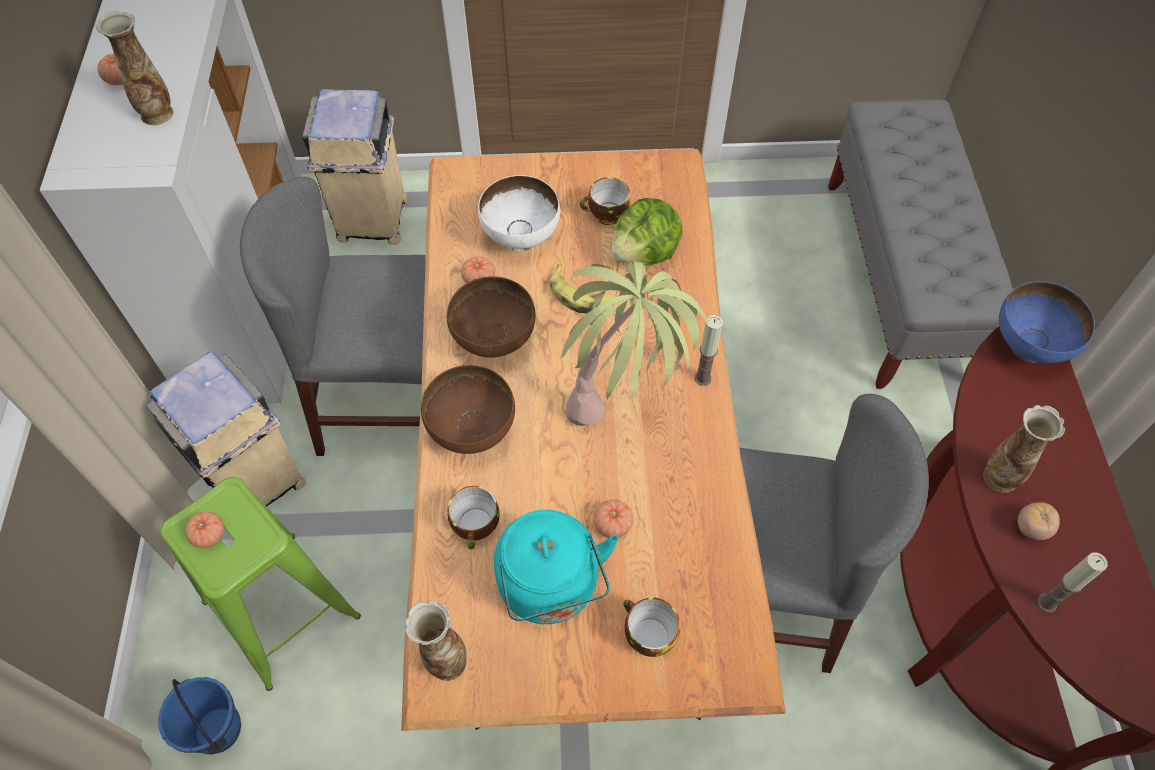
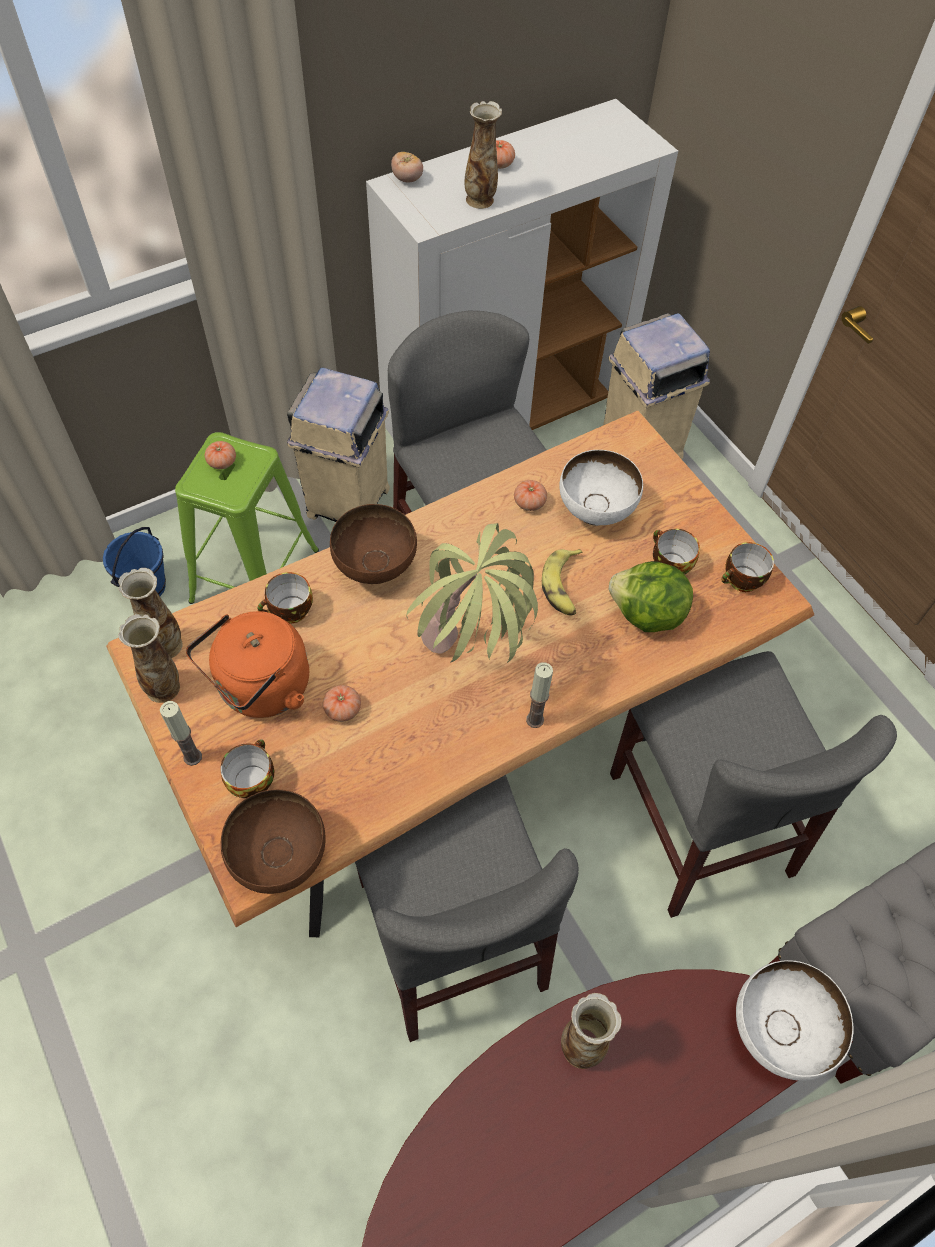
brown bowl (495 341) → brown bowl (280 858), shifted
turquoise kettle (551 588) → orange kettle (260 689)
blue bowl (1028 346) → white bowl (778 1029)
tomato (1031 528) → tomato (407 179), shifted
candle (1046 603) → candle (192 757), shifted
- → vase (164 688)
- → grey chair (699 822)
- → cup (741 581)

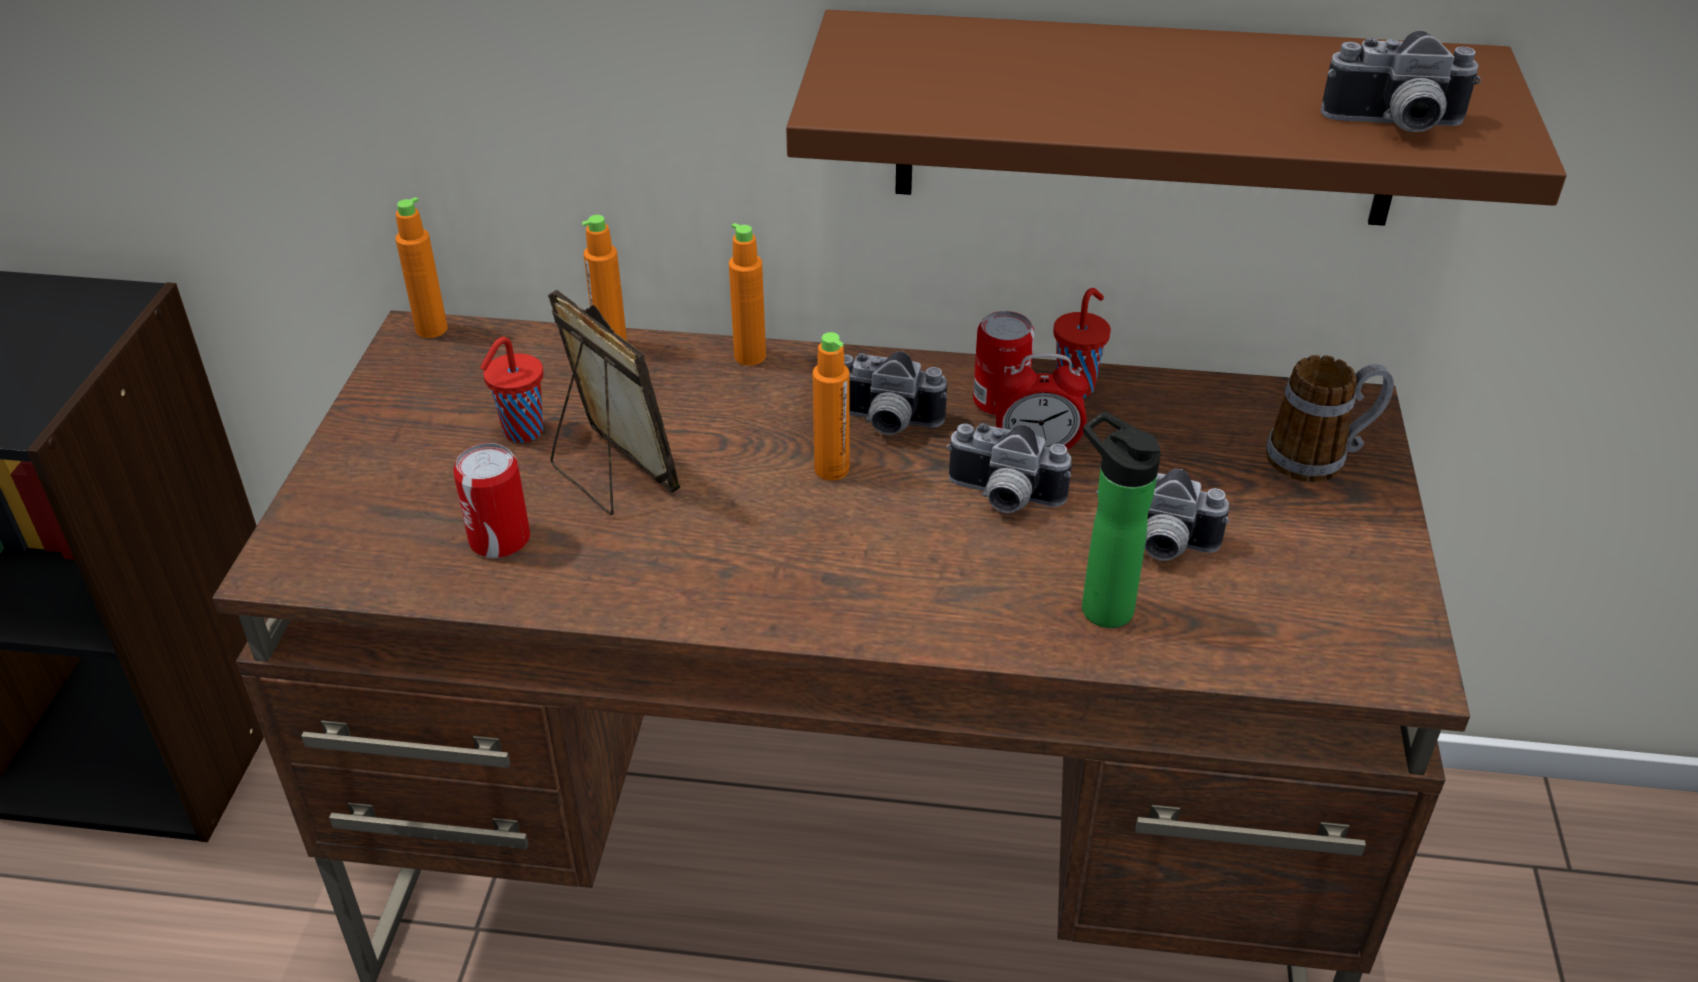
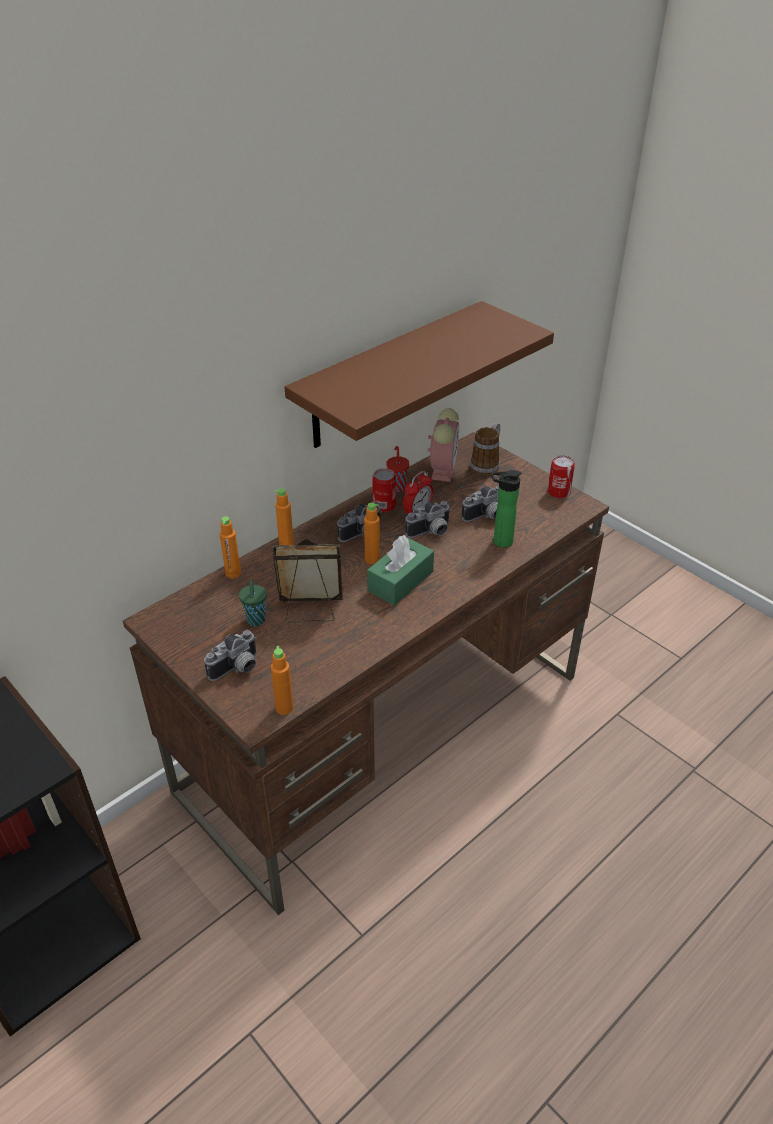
orange bottle (431 329) → orange bottle (284 708), shifted
can (499 539) → can (558 492), shifted
red cup (521 432) → green cup (256 621)
photo camera (1395 126) → photo camera (237 669), shifted
- → green tissue box (400 581)
- → alarm clock (443 468)

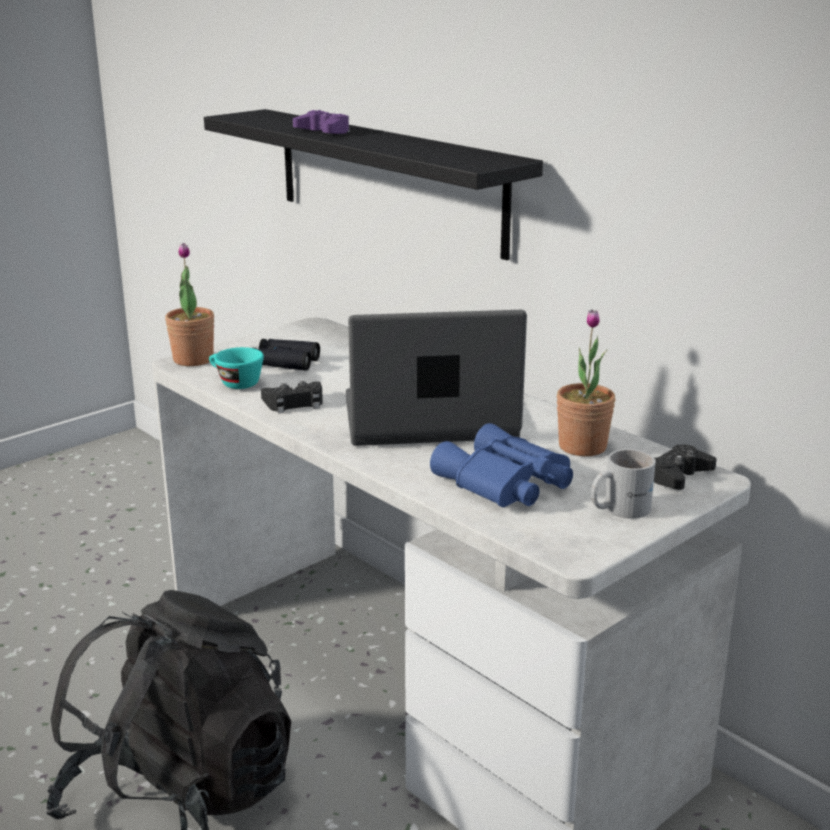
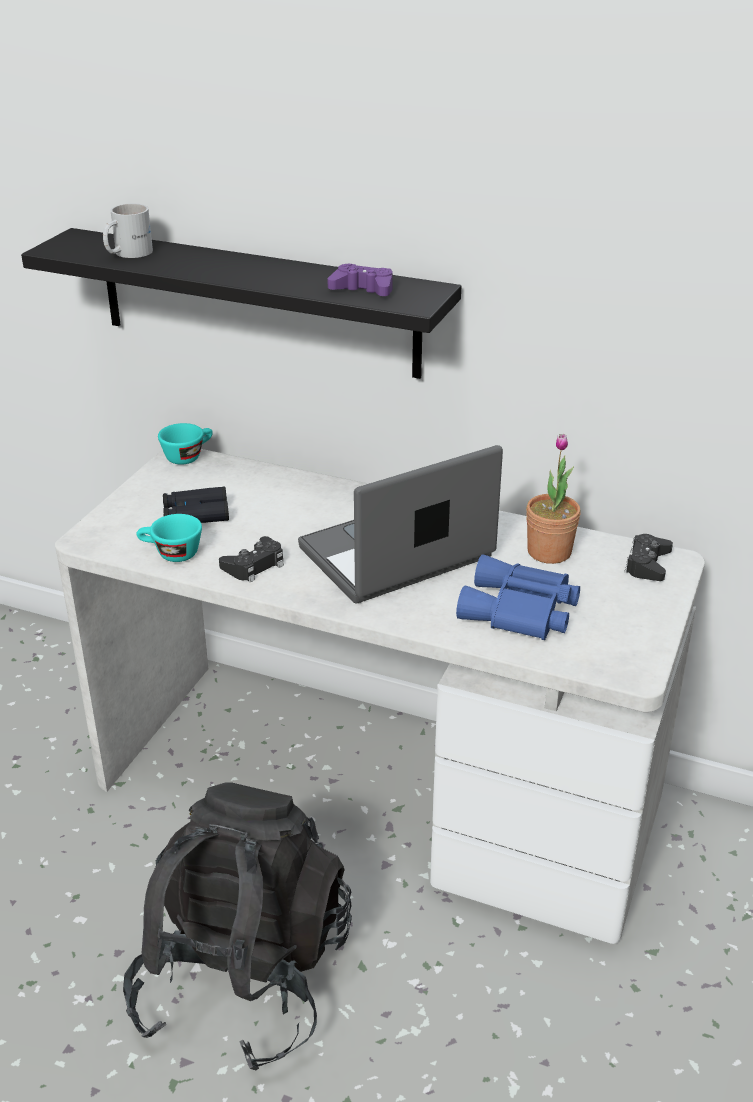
potted plant (193 359) → -
purple game controller (323 131) → purple game controller (363 289), shifted
white mug (618 508) → white mug (127 253), shifted
- → turquoise cup (188 456)

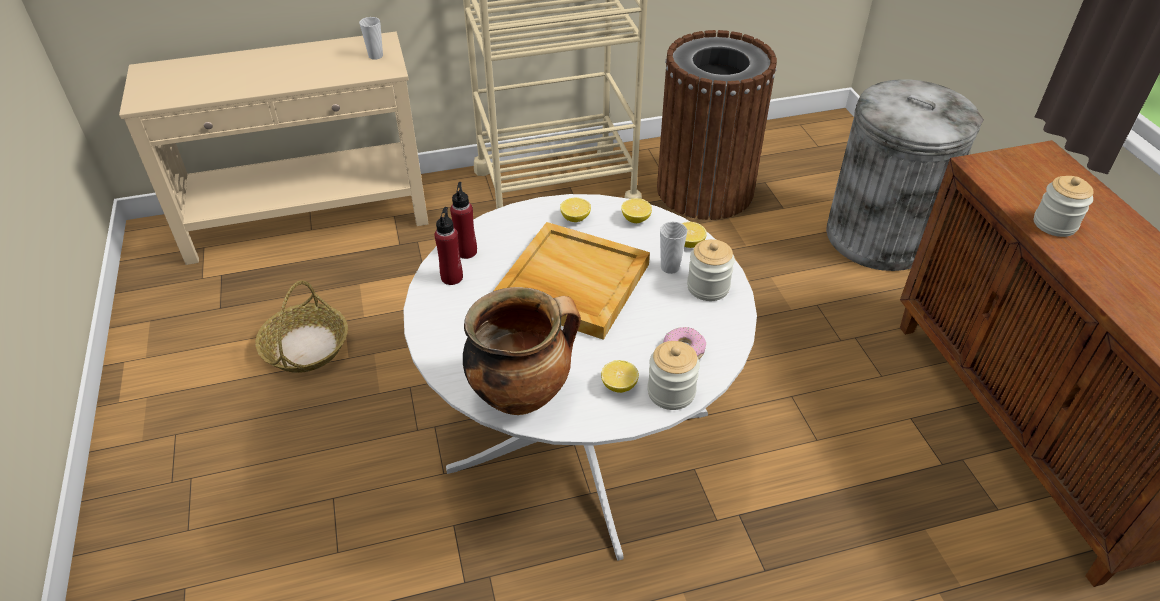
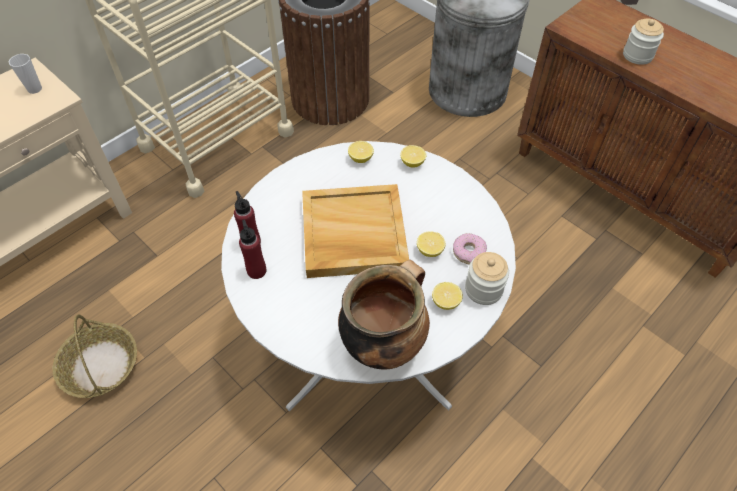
lemon (575 218) → lemon (430 250), shifted
cup (670 267) → -
jar (708 287) → -

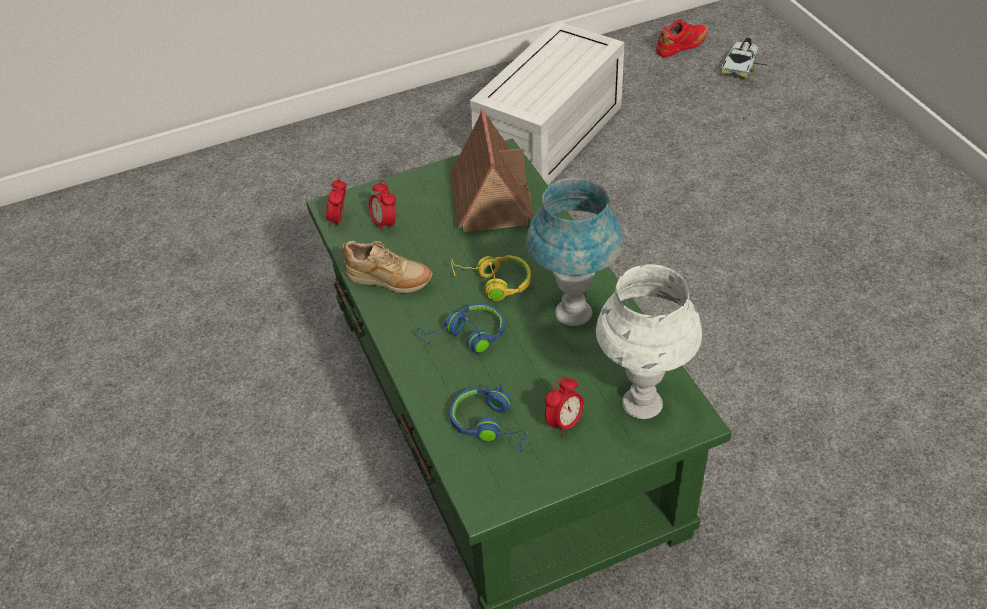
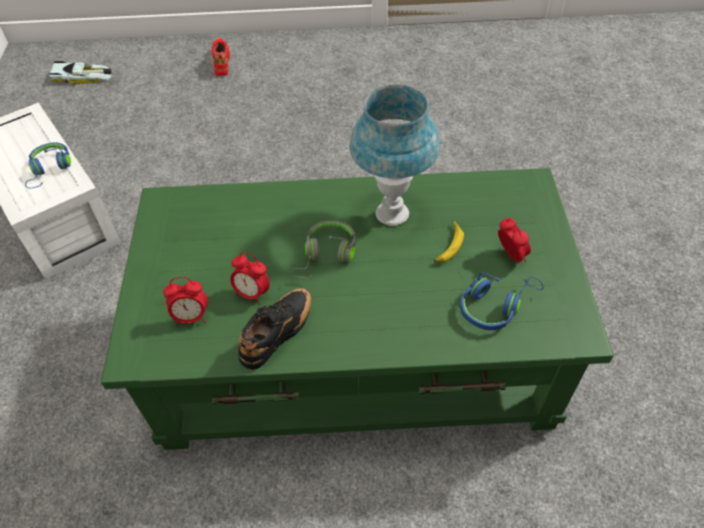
alarm clock (339 220) → alarm clock (252 293), shifted
beige shoe (390 282) → black shoe (278 334)
blue headphones (466 337) → blue headphones (50 169), shifted
toy house (490 199) → -
yellow headphones (493 283) → grey headphones (326 255)
white table lamp (642 404) → -
red shoe (682 47) → red shoe (222 62), shifted
toy car (741 63) → toy car (83 77), 135 degrees clockwise
- → banana (448 246)

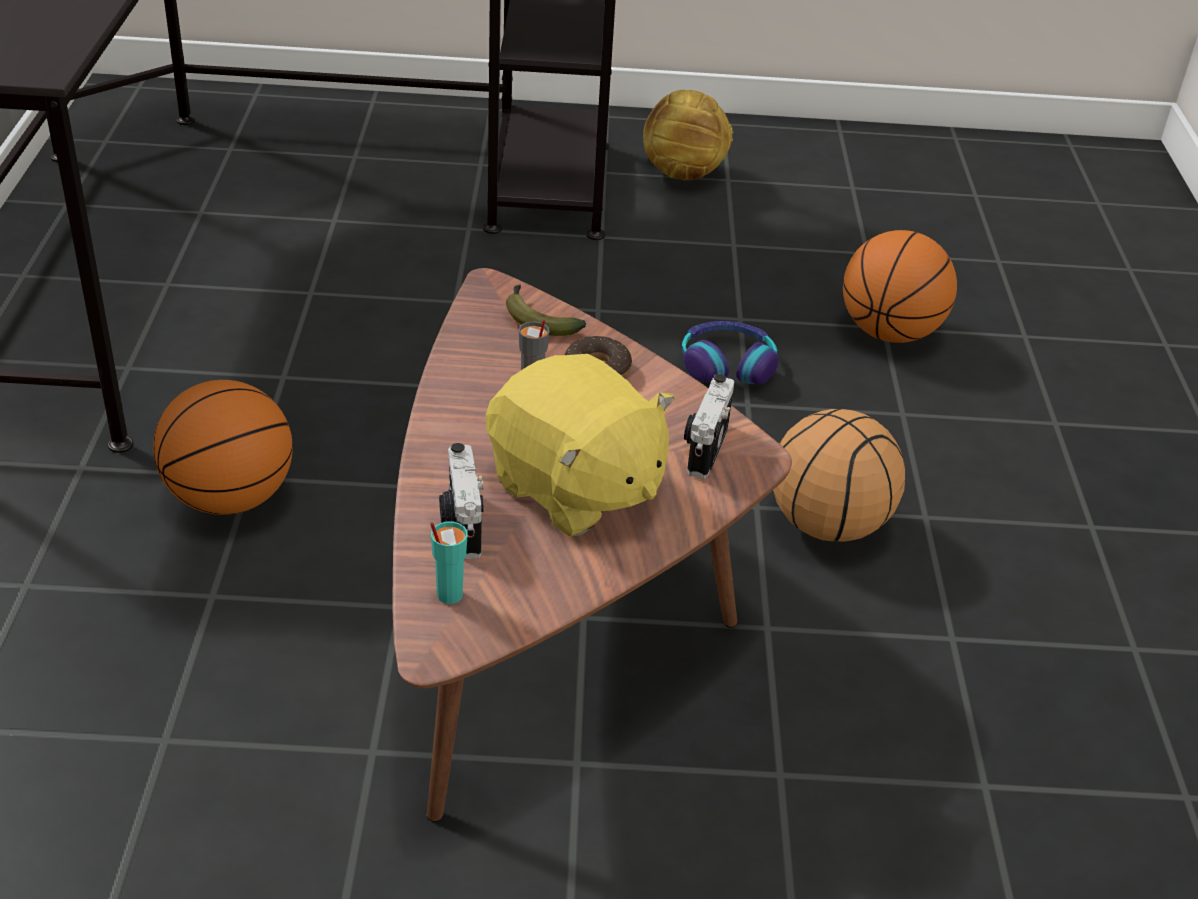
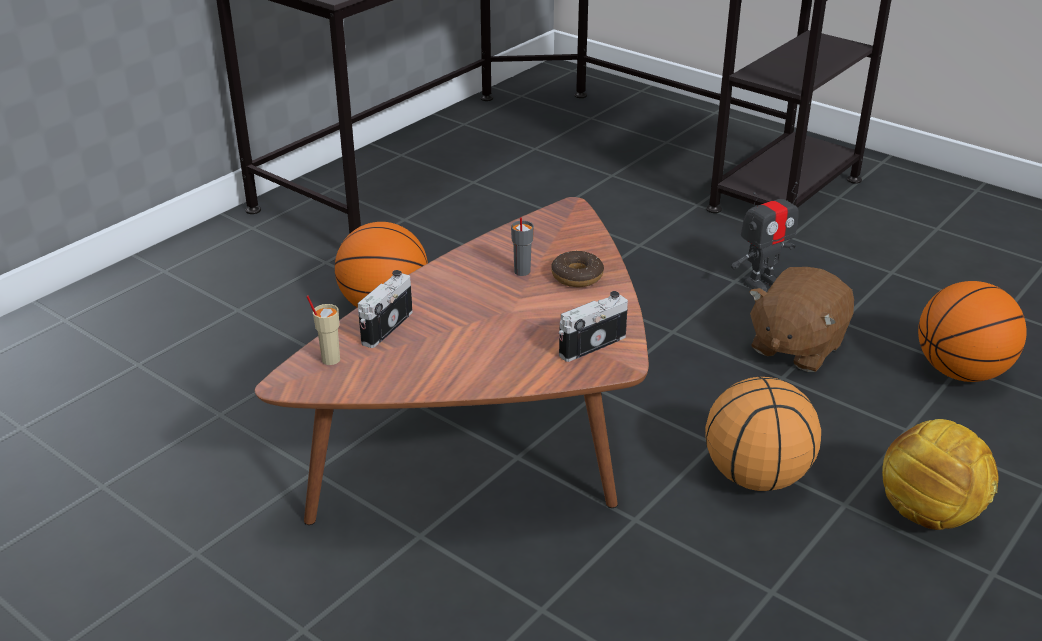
turquoise cup (448 595) → beige cup (330 359)
yellow plush toy (575 489) → -
banana (537 319) → -
football (683 174) → football (929 513), shifted
headphones (727 364) → brown plush toy (795 346)
- → toy robot (761 283)

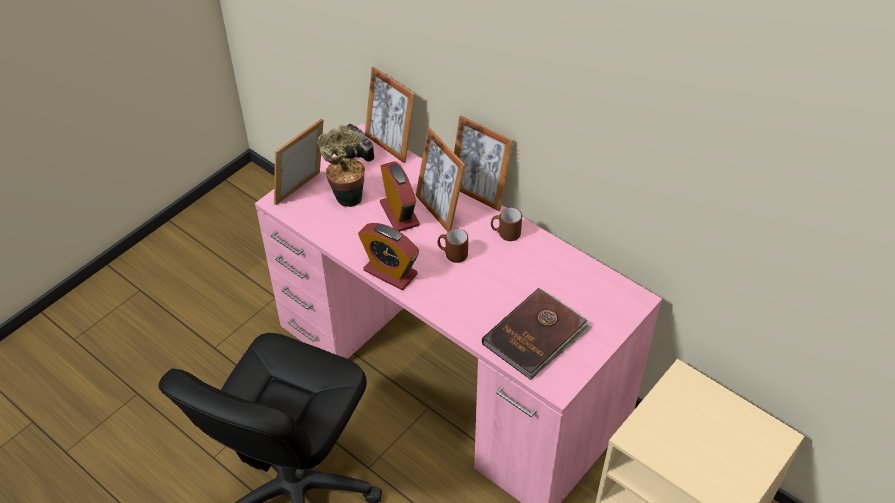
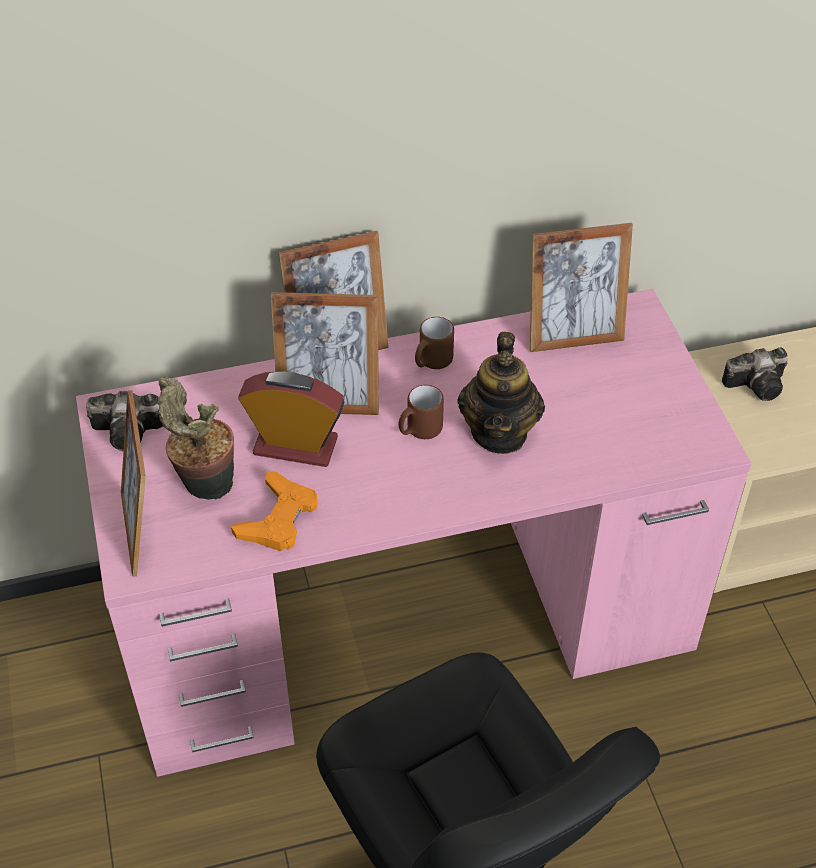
alarm clock (390 272) → -
picture frame (390 145) → picture frame (573 336), shifted
brown book (536 336) → -
- → orange game controller (278 518)
- → teapot (500 432)
- → photo camera (758 384)

